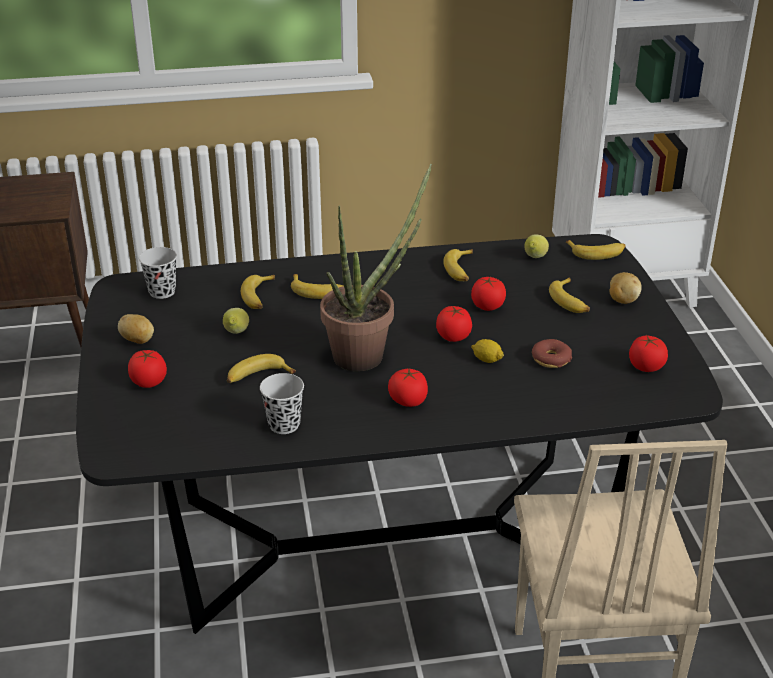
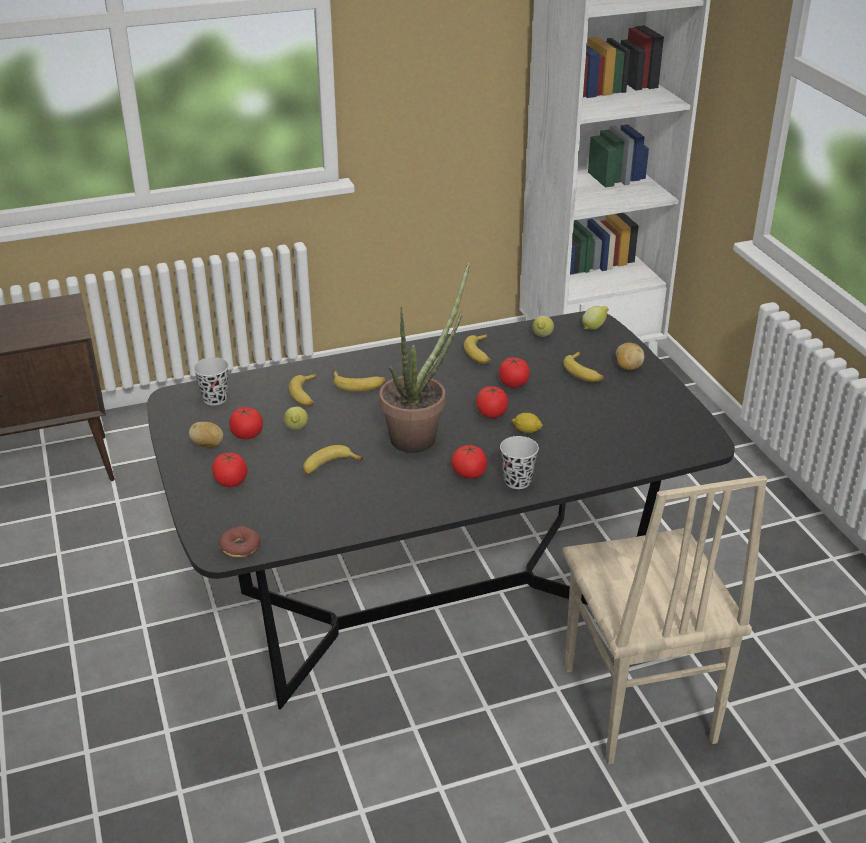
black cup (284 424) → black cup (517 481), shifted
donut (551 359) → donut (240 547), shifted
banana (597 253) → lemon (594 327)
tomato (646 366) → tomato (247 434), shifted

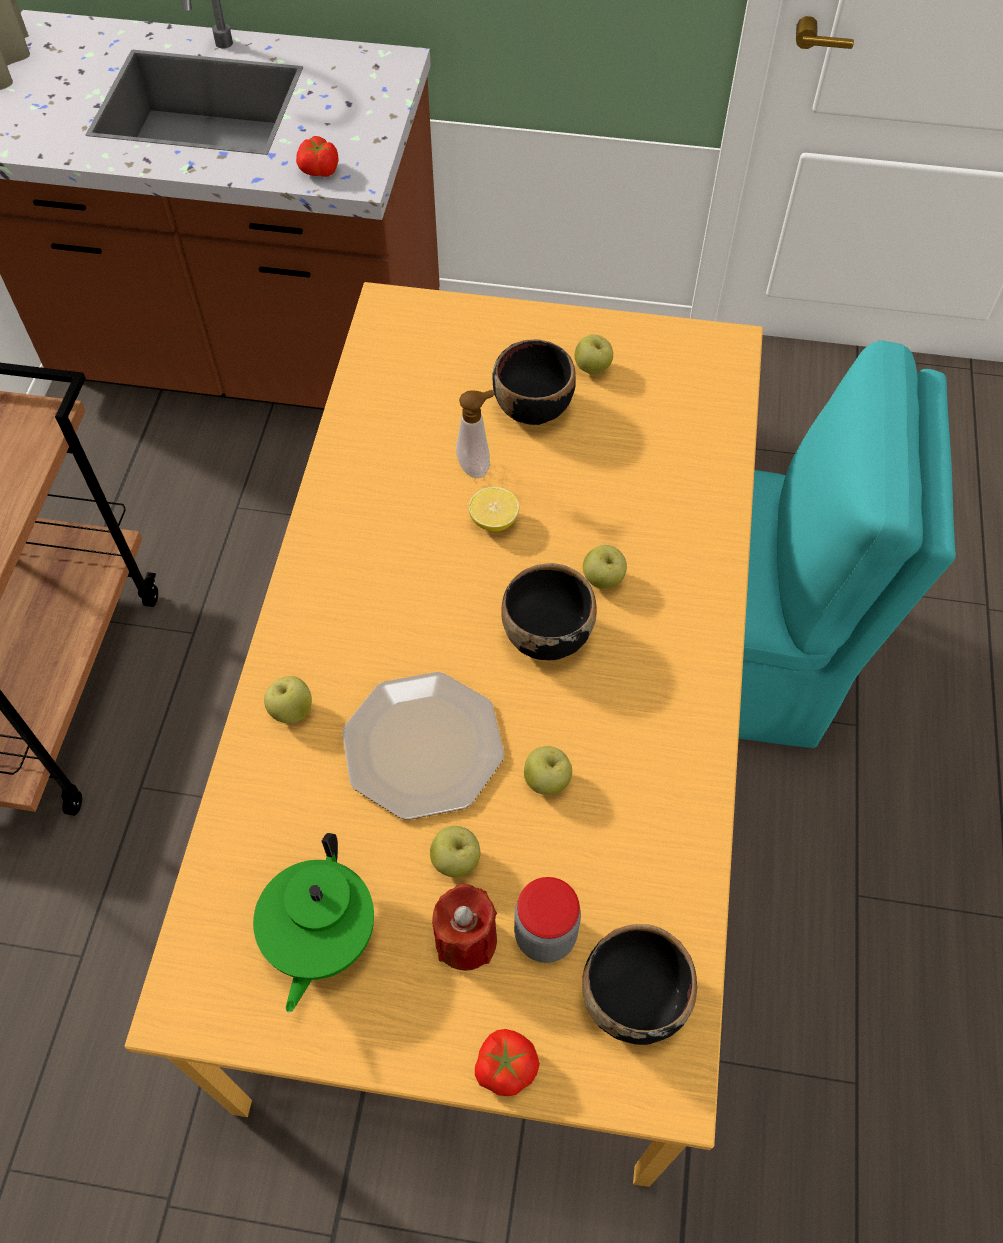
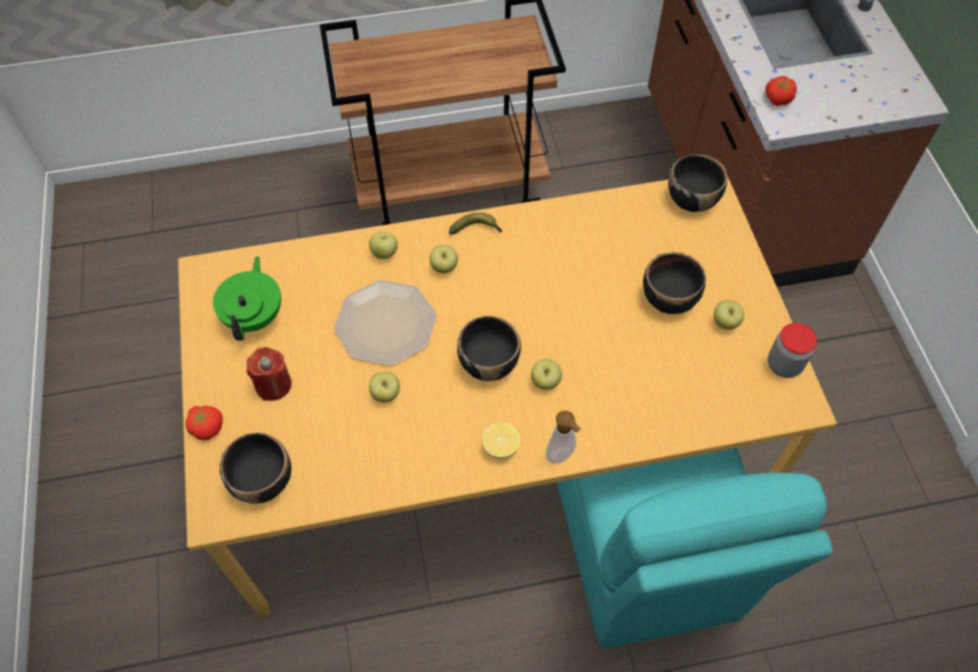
green teapot (320 937) → green teapot (255 316), 105 degrees clockwise
apple (456 860) → apple (444 267), shifted
soap dispenser (476 466) → soap dispenser (562 455), shifted
lemon (494 521) → lemon (501 447), shifted
jar (545 935) → jar (784 365), shifted
- → banana (477 229)
- → black bowl (692 199)

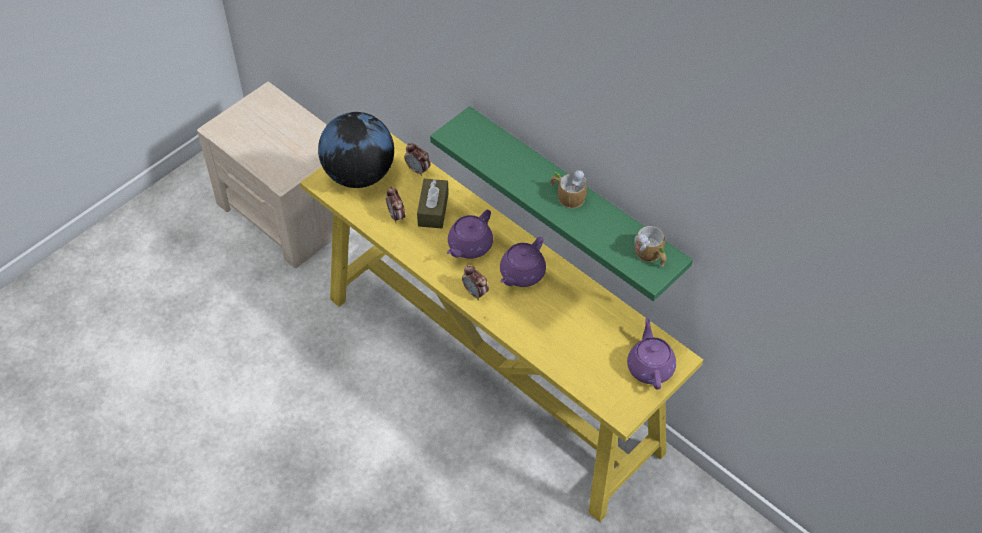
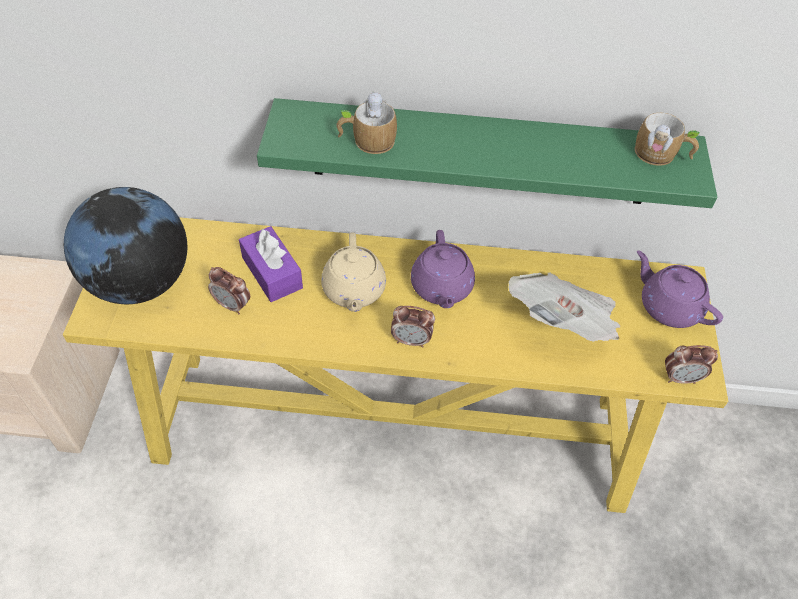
alarm clock (418 170) → alarm clock (680 378), shifted
brown tissue box (433 209) → purple tissue box (272 273)
purple teapot (469 246) → beige teapot (353 290)
mug (567 195) → mug (366 140), shifted
- → newspaper (563 323)

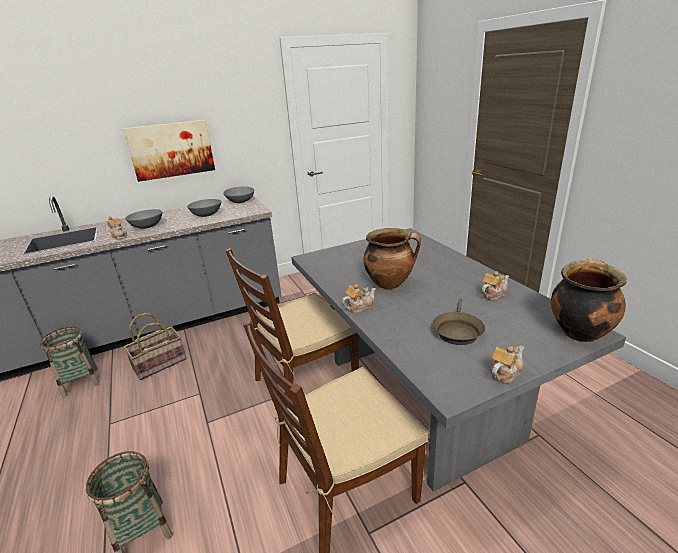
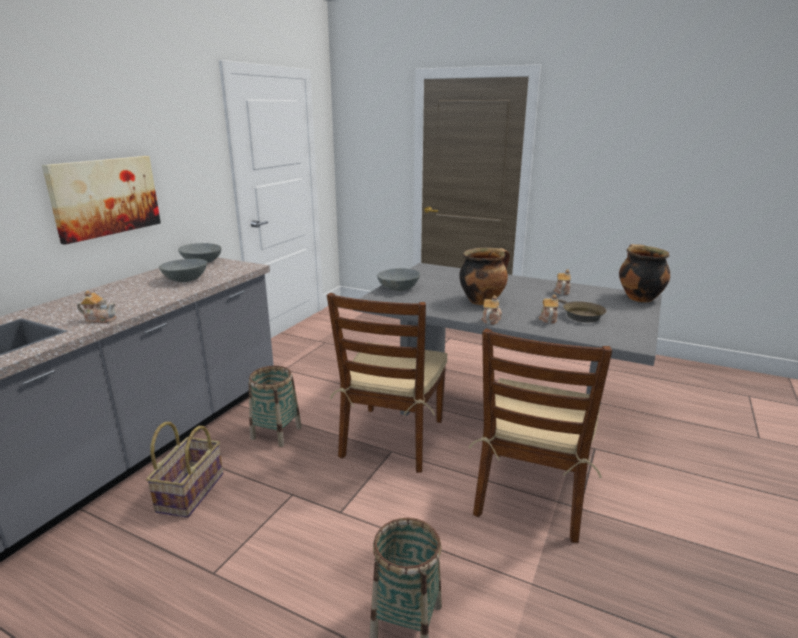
basket (81 382) → basket (276 433), shifted
grey bowl (147 226) → grey bowl (399 288), shifted
teapot (505 373) → teapot (548 319), shifted

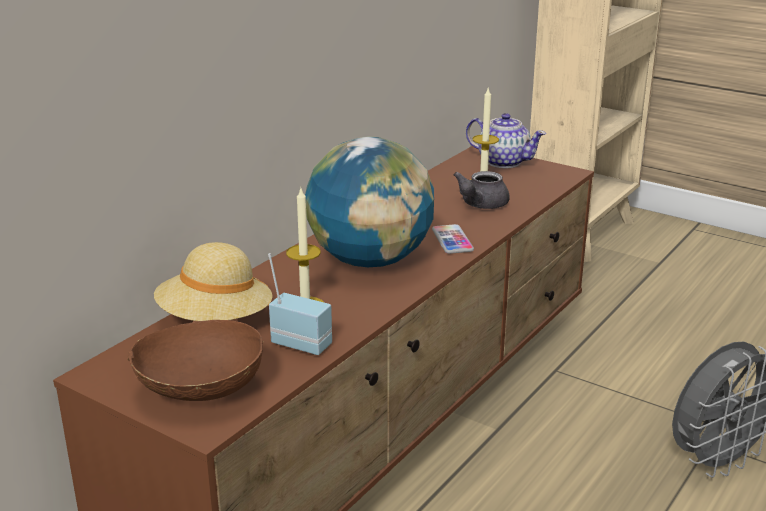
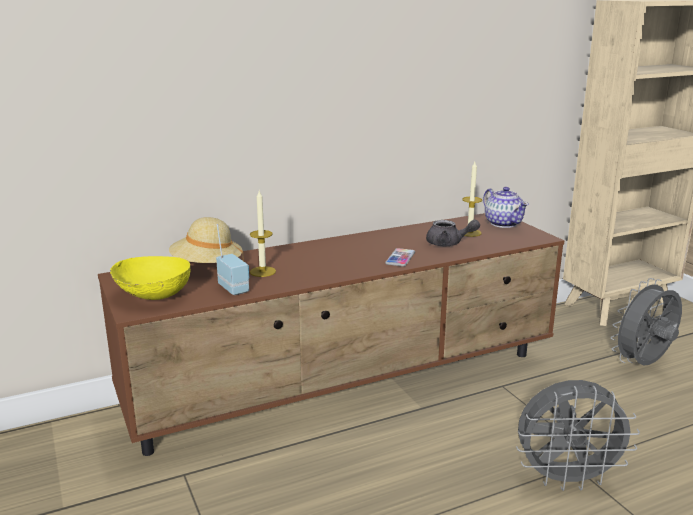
brown bowl (200 392) → yellow bowl (152 296)
globe (370 260) → -
grey teapot (480 205) → grey teapot (448 244), 135 degrees counterclockwise
- → grey fan (643 365)

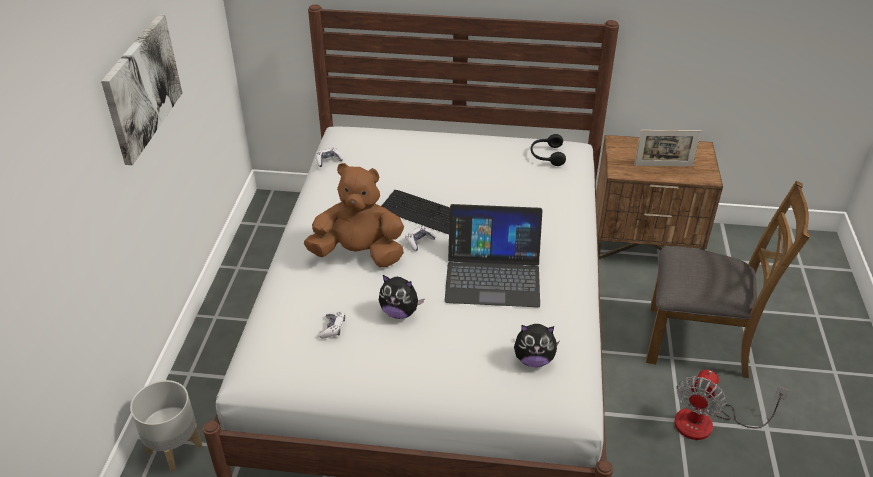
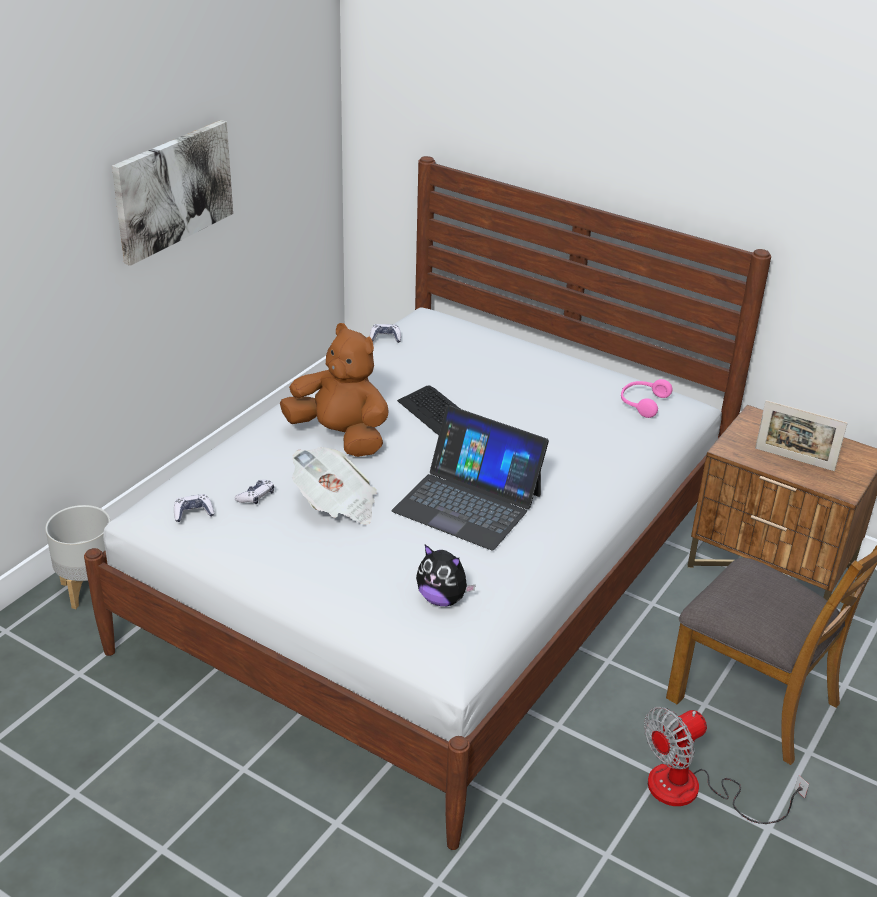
plush toy (400 312) → newspaper (336 505)
game controller (419 241) → game controller (193 513), shifted
black headphones (546 156) → pink headphones (642 403)

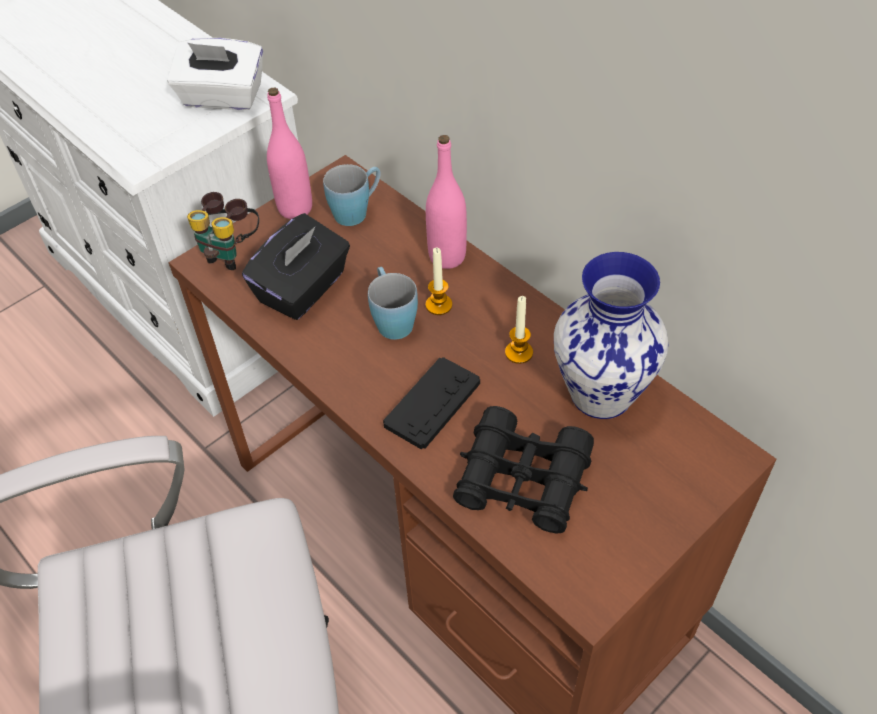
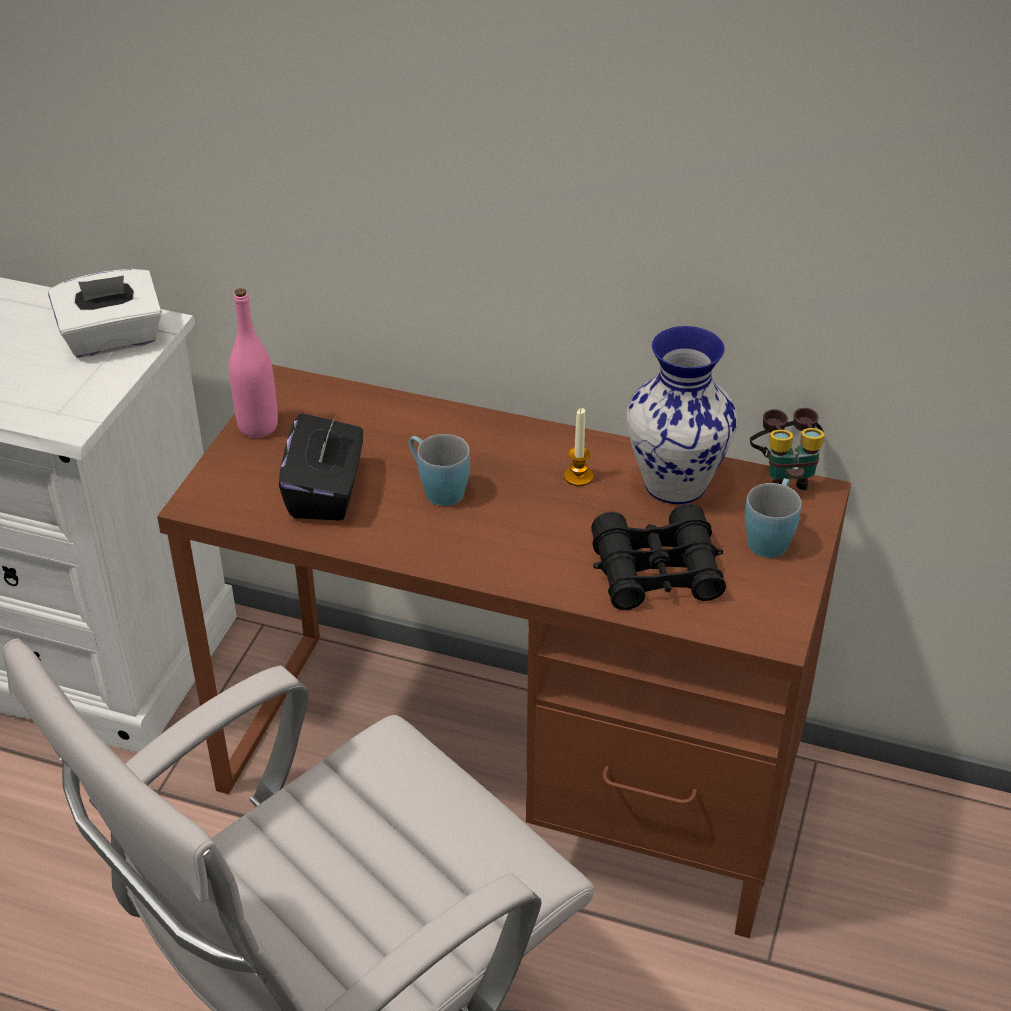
binoculars (231 252) → binoculars (784 475), shifted
blue mug (357 211) → blue mug (770 537), shifted
black game controller (432 404) → -
pink bottle (447 257) → -
candle (439 305) → -

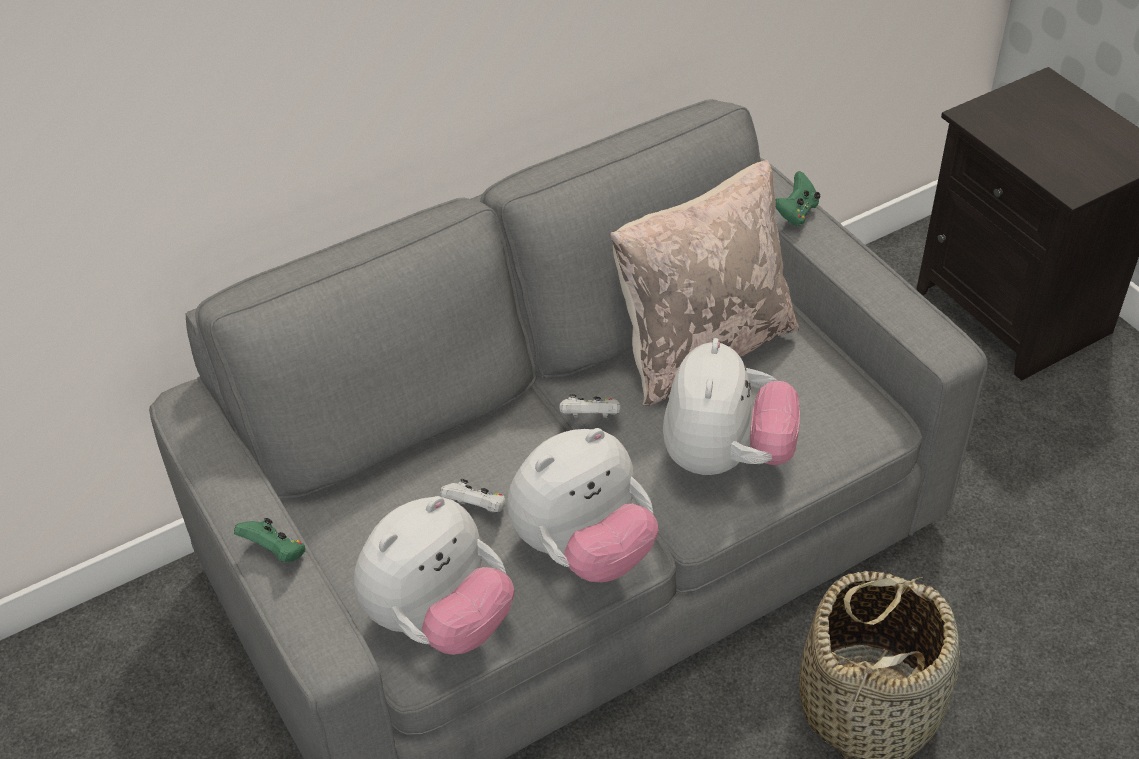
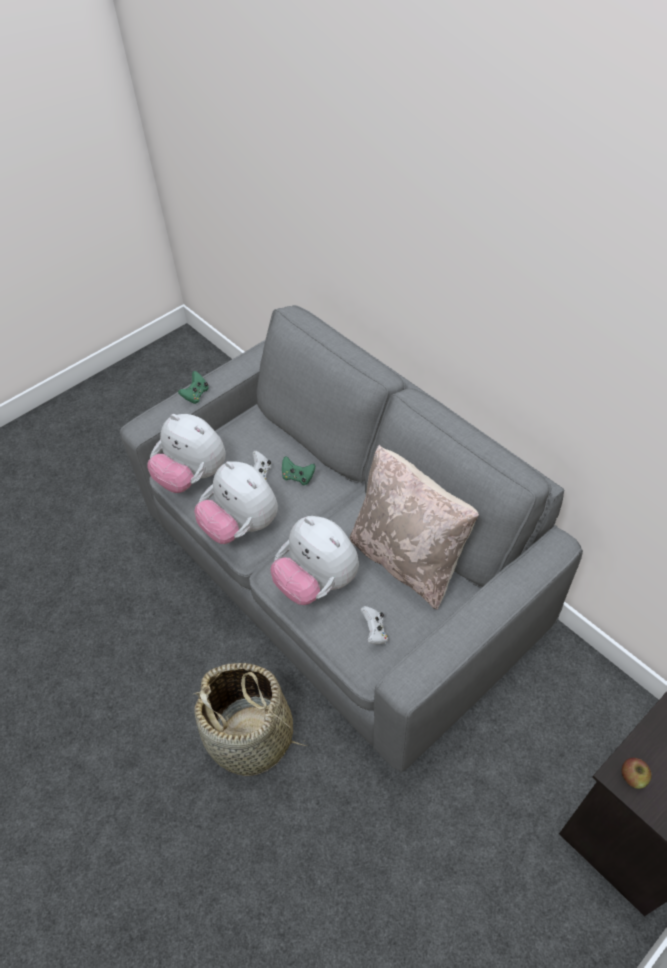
white game controller (590 418) → white game controller (374 632), shifted
plush toy (725 457) → plush toy (317 582), 45 degrees clockwise
green game controller (796 213) → green game controller (298 477), shifted
- → apple (633 777)

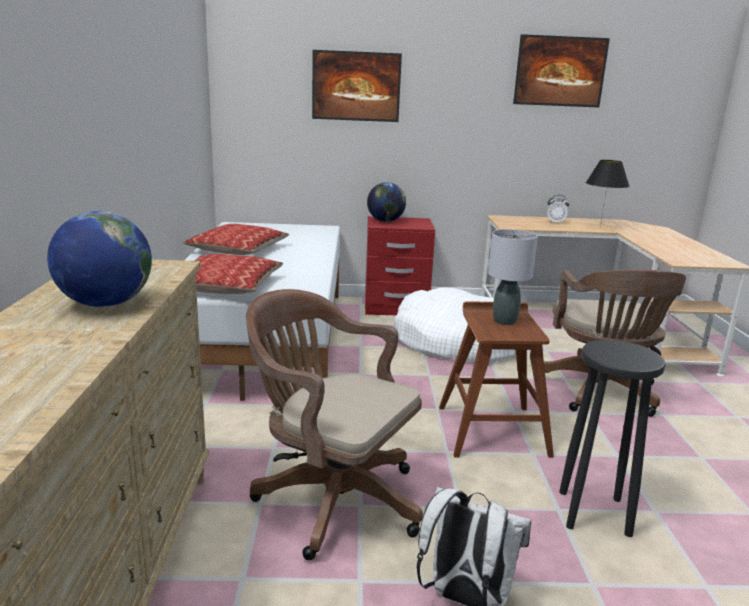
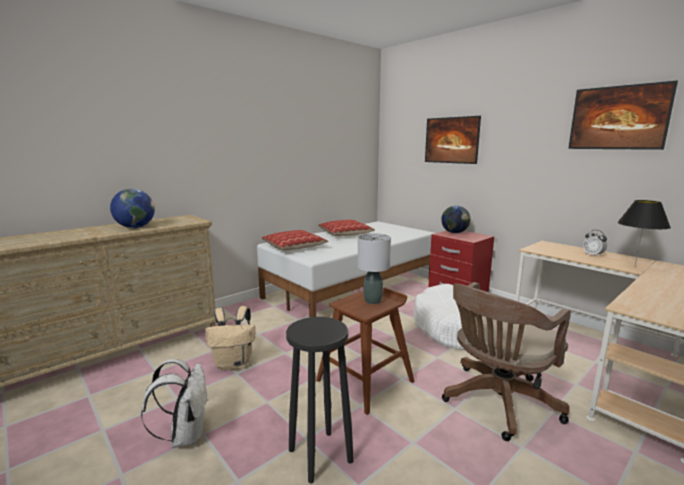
brown office chair (331 498) → beige backpack (234 364)

